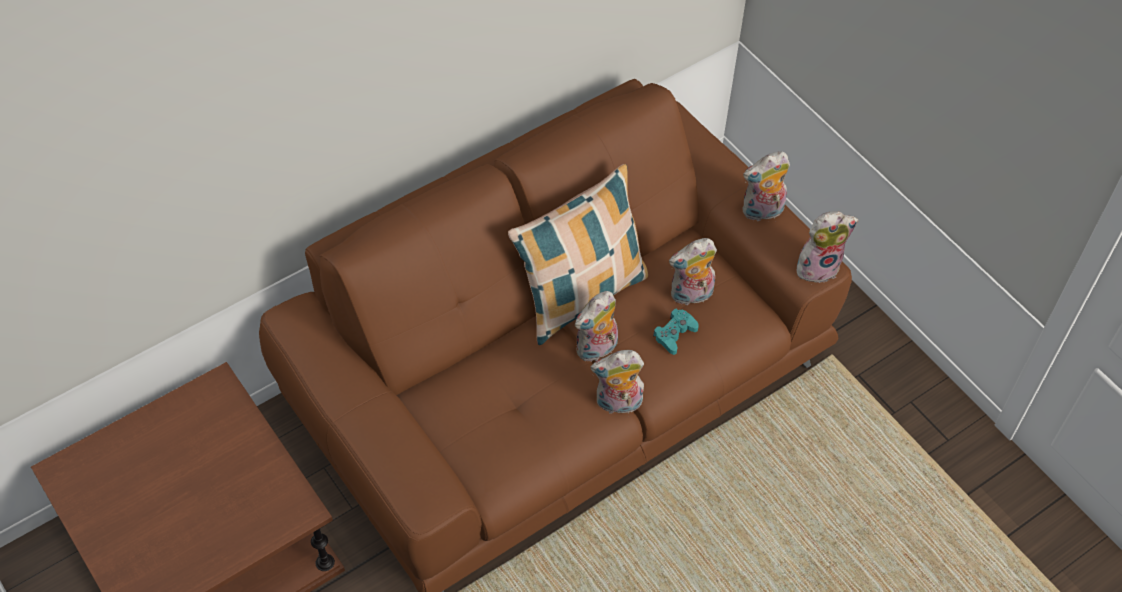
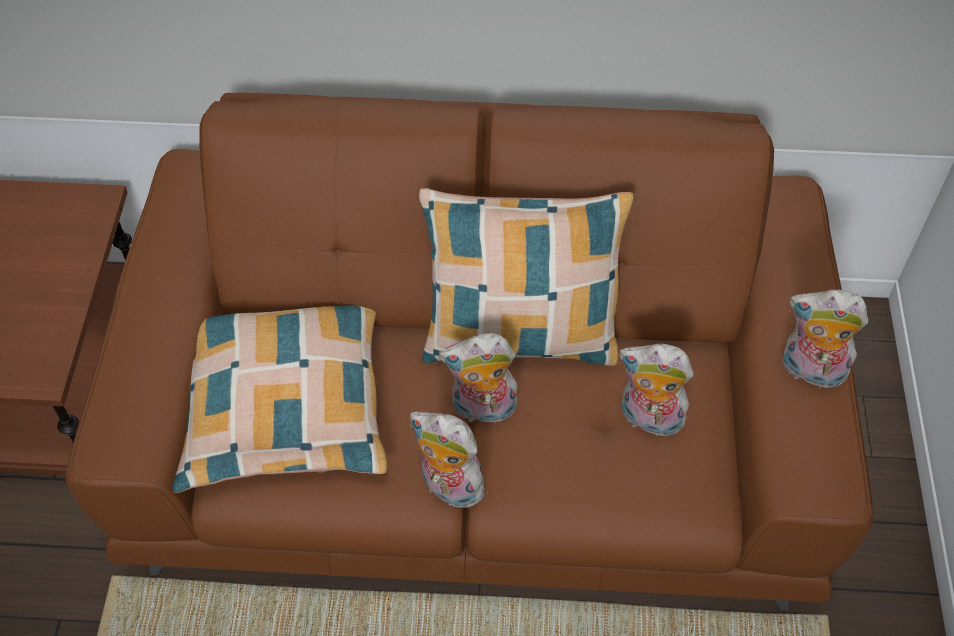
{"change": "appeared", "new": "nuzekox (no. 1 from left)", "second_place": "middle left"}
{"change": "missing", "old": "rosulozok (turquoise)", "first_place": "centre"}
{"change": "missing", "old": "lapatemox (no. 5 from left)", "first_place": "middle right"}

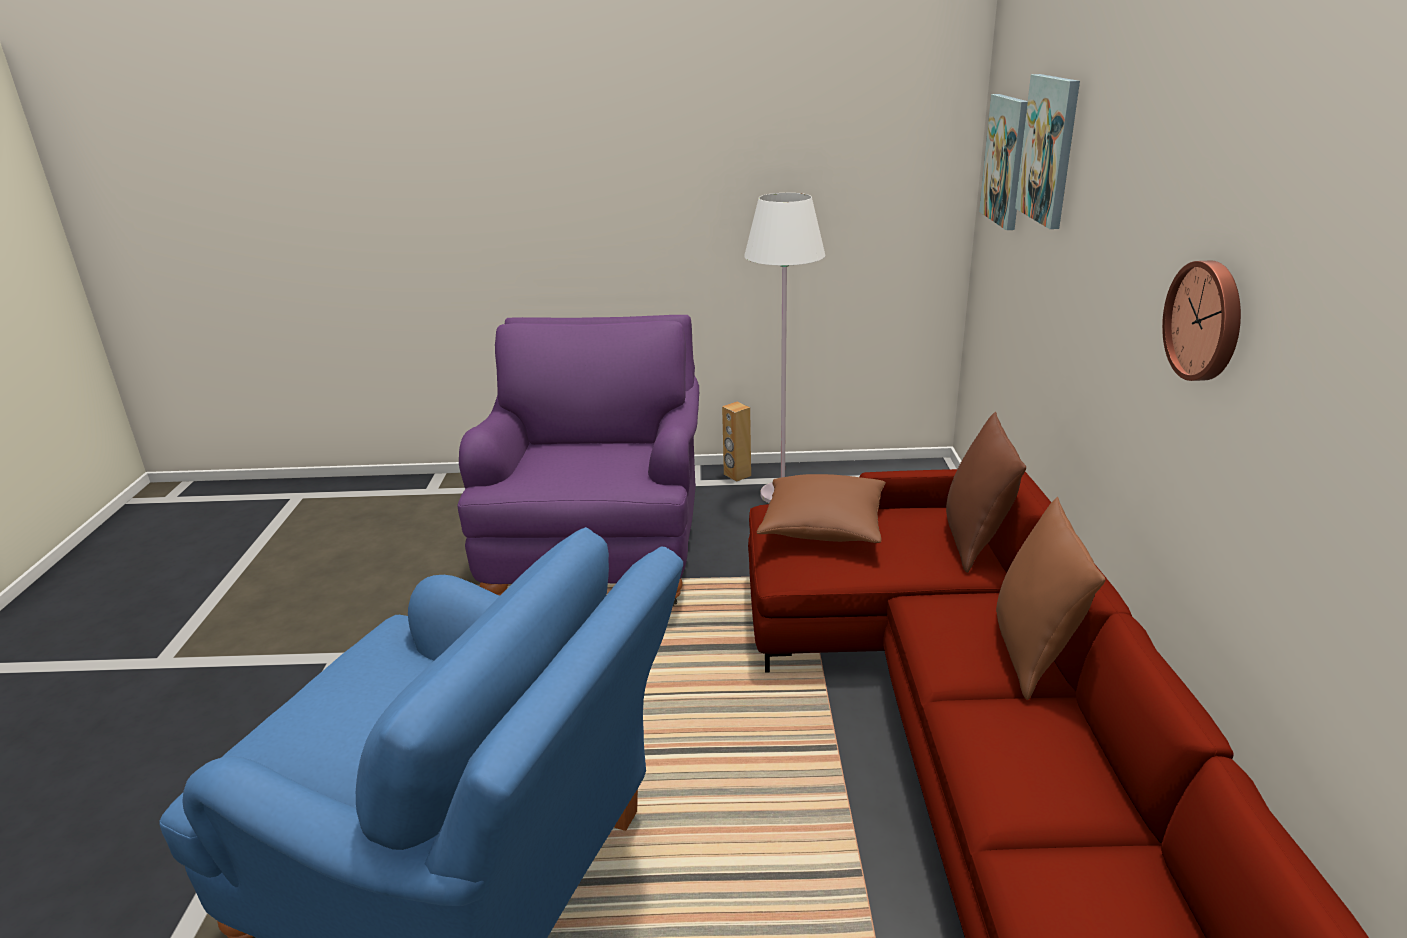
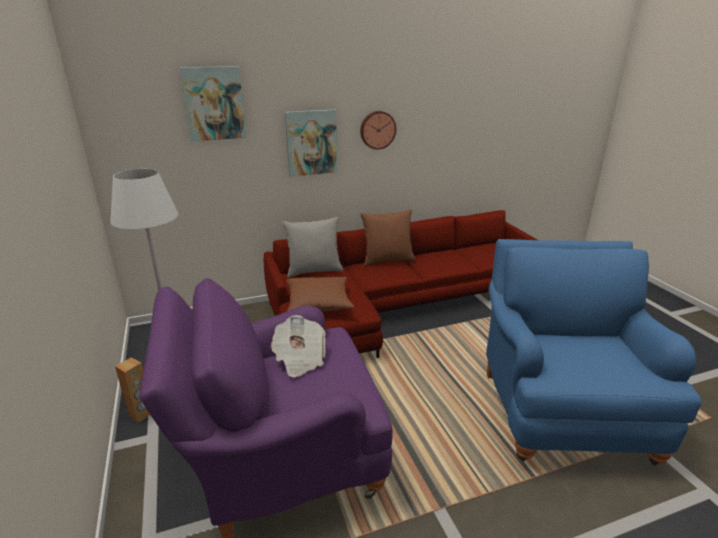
{"change": "appeared", "new": "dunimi", "second_place": "centre"}
{"change": "colour", "old": "nuzekox (brown) (no. 2 from left)", "new": "nuzekox (grey)", "first_place": "middle right", "second_place": "centre"}
{"change": "relocated", "old": "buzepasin (no. 1 from left in the first image)", "new": "buzepasin (no. 2 from left)", "first_place": "top right", "second_place": "top centre"}

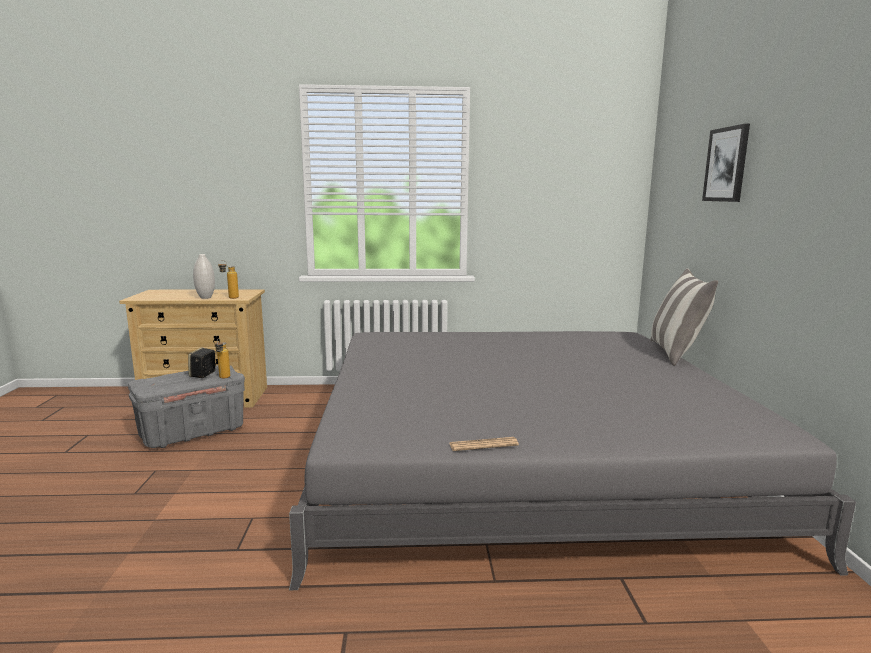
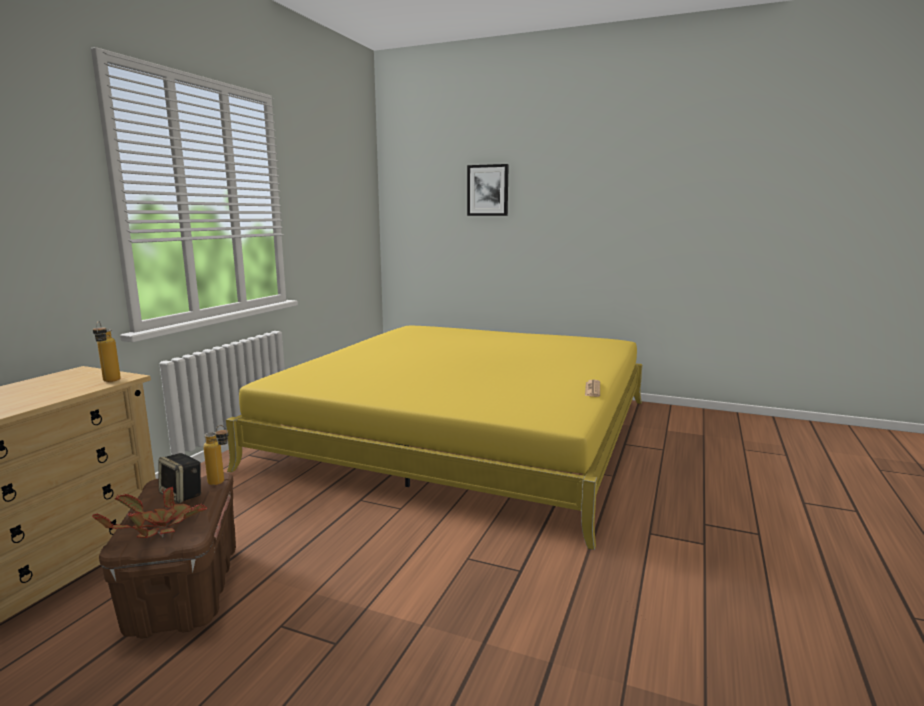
{"change": "appeared", "new": "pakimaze", "second_place": "bottom left"}
{"change": "colour", "old": "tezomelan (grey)", "new": "tezomelan (brown)", "first_place": "middle left", "second_place": "bottom left"}
{"change": "colour", "old": "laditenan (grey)", "new": "laditenan (yellow)", "first_place": "bottom centre", "second_place": "centre"}
{"change": "missing", "old": "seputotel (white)", "first_place": "middle left"}
{"change": "missing", "old": "nuzekox", "first_place": "middle right"}

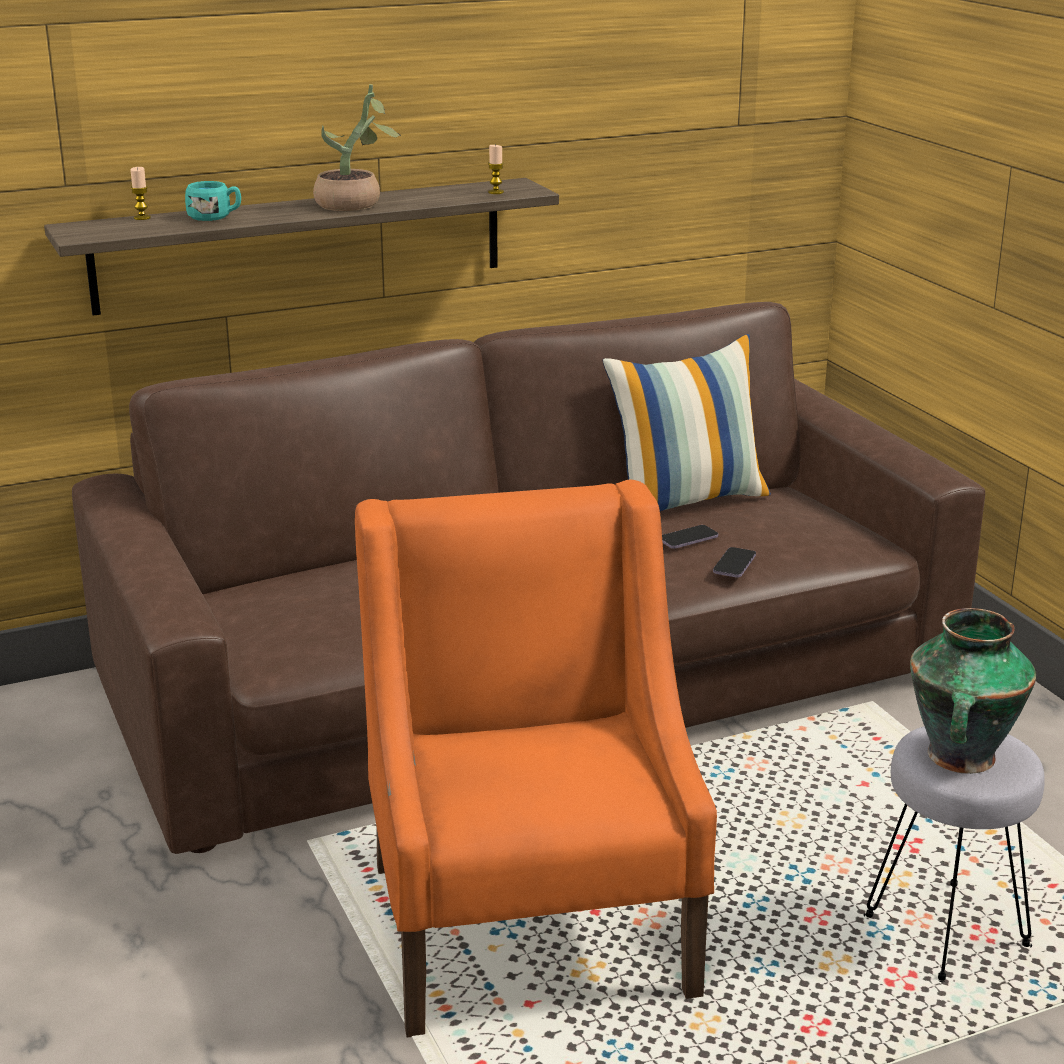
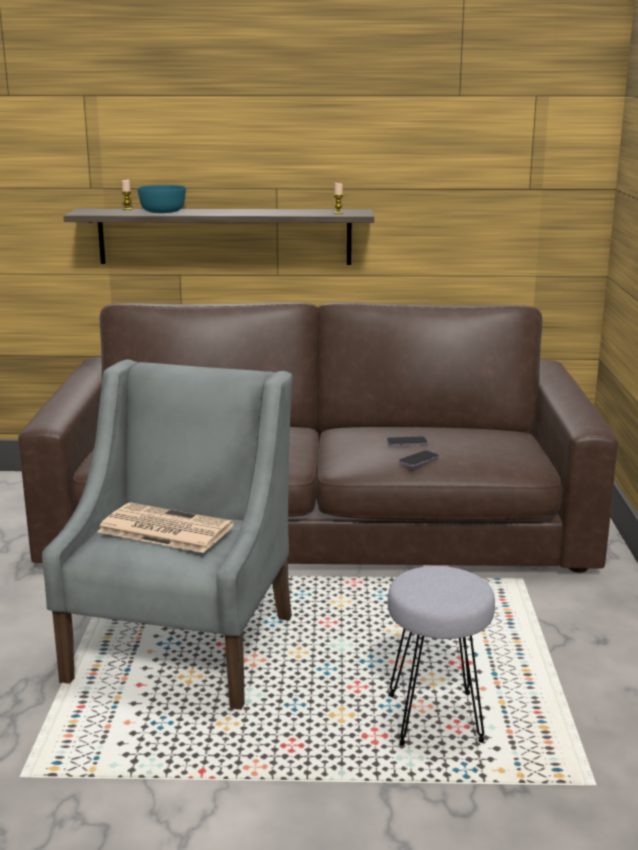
{"change": "colour", "old": "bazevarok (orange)", "new": "bazevarok (grey)", "first_place": "bottom centre", "second_place": "middle left"}
{"change": "appeared", "new": "dunimi", "second_place": "middle left"}
{"change": "exchanged", "old": "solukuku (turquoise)", "new": "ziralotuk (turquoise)", "first_place": "top left", "second_place": "top left"}
{"change": "missing", "old": "pakimaze", "first_place": "top centre"}
{"change": "missing", "old": "nuzekox", "first_place": "centre"}
{"change": "missing", "old": "seputotel", "first_place": "middle right"}

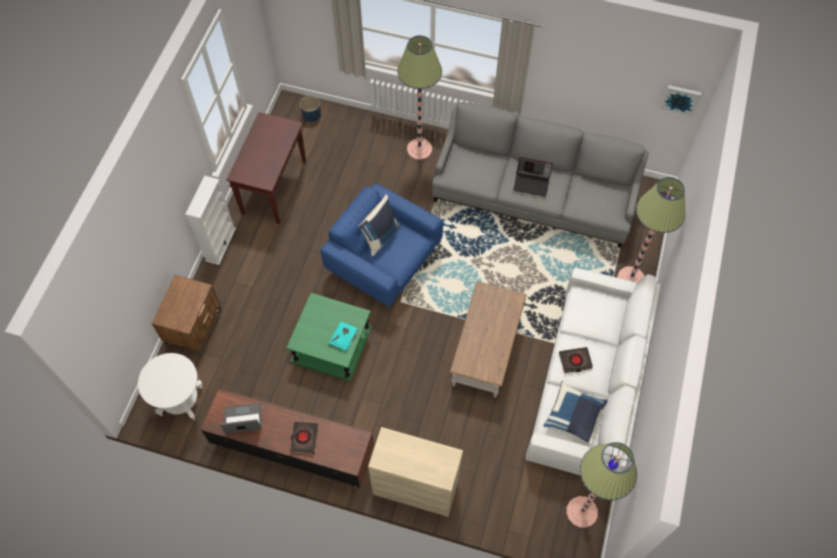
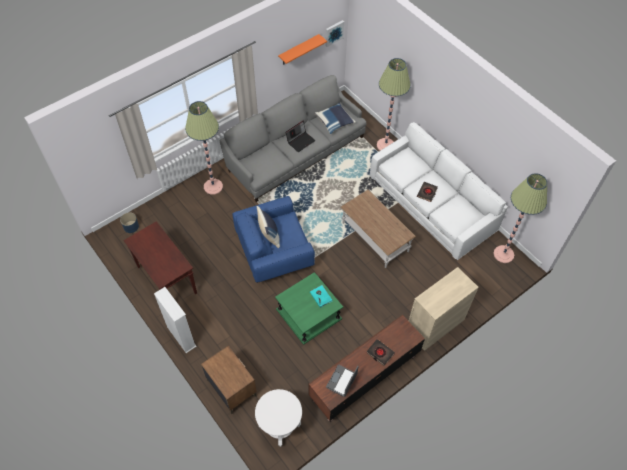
{"change": "appeared", "new": "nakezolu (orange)", "second_place": "top centre"}
{"change": "relocated", "old": "nuzekox (blue) (no. 2 from left)", "first_place": "bottom right", "second_place": "top centre"}

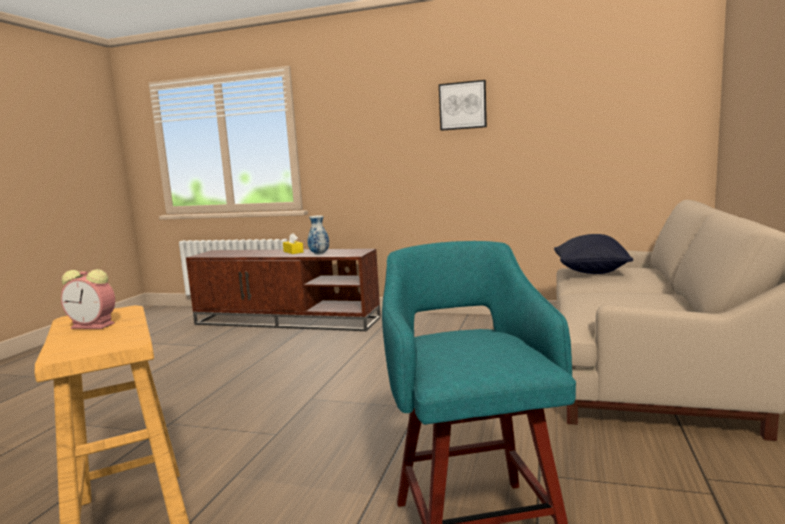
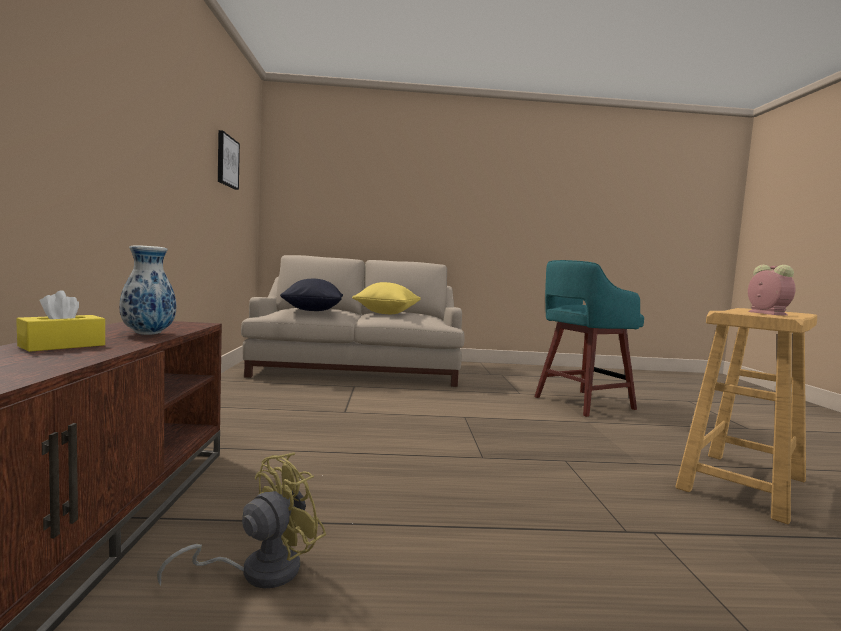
{"change": "appeared", "new": "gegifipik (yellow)", "second_place": "bottom left"}
{"change": "relocated", "old": "buzepasin", "first_place": "top centre", "second_place": "top left"}
{"change": "appeared", "new": "nuzekox (yellow)", "second_place": "centre"}

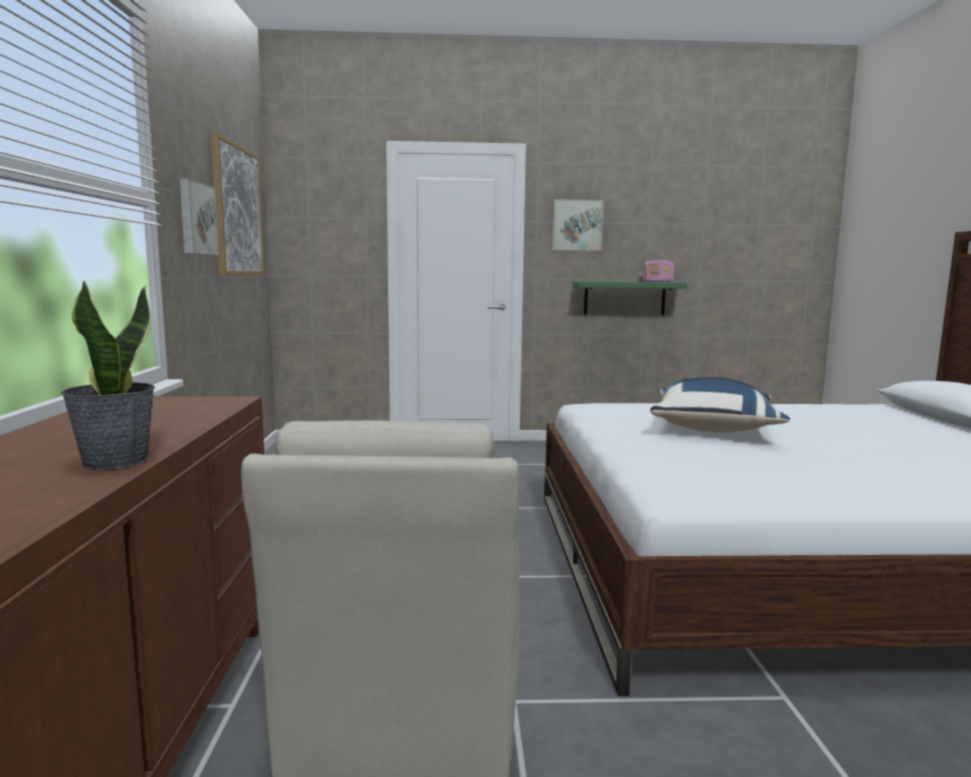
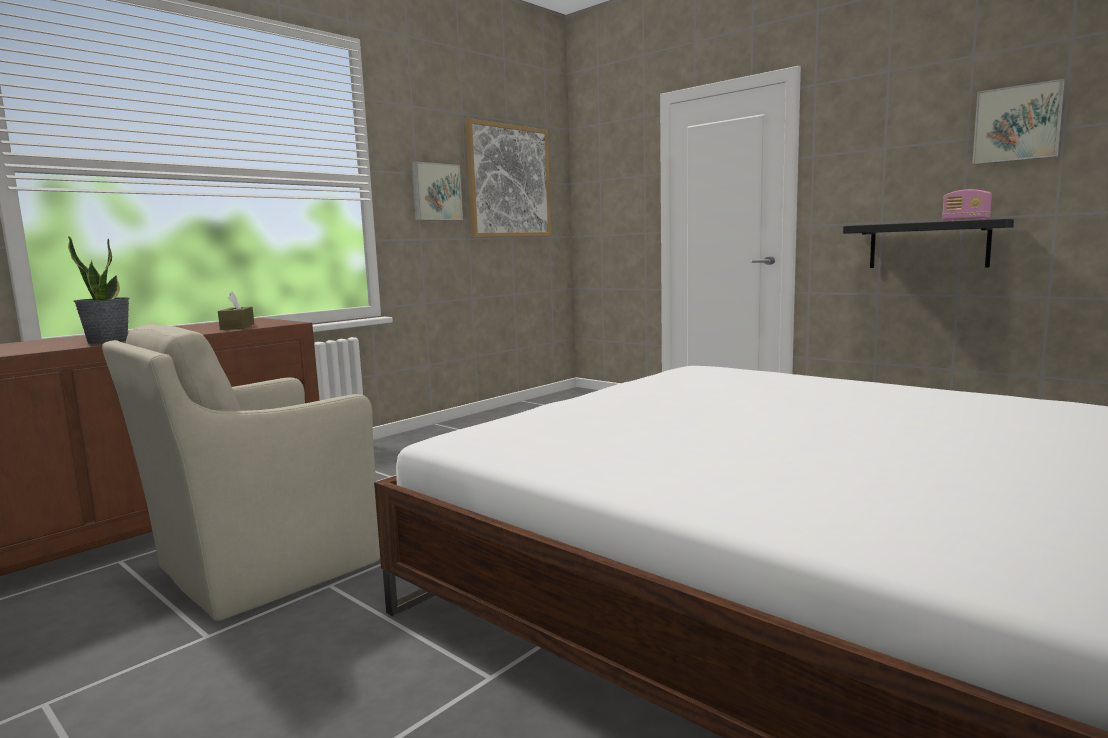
{"change": "appeared", "new": "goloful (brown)", "second_place": "middle left"}
{"change": "colour", "old": "nakezolu (green)", "new": "nakezolu (black)", "first_place": "centre", "second_place": "top right"}
{"change": "relocated", "old": "buzepasin (no. 3 from left)", "first_place": "top centre", "second_place": "top right"}
{"change": "missing", "old": "nuzekox (blue)", "first_place": "middle right"}

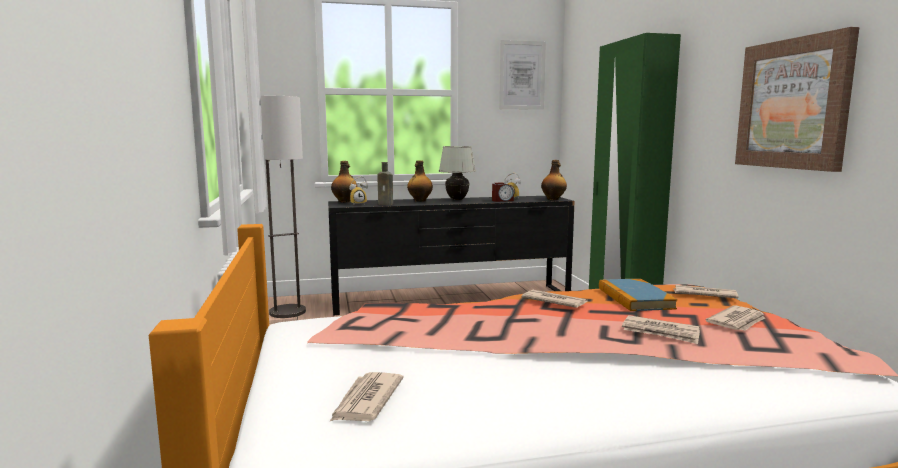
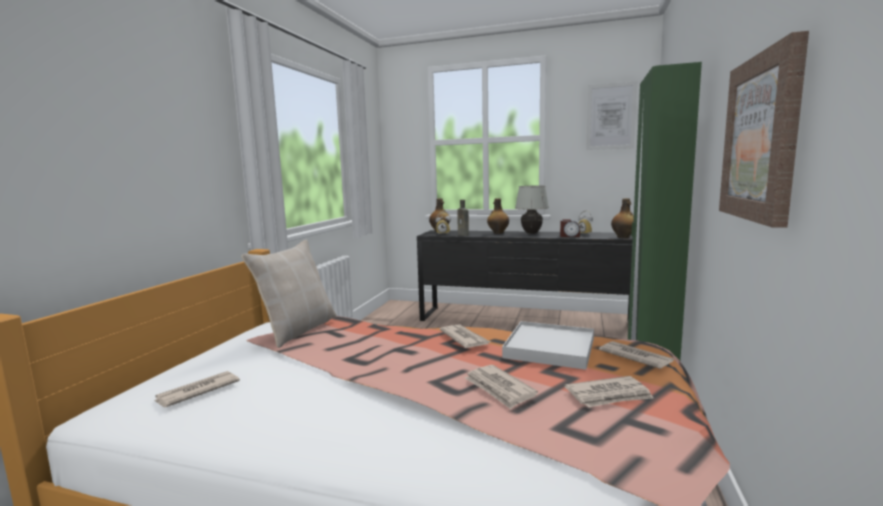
{"change": "appeared", "new": "nuzekox (beige)", "second_place": "middle left"}
{"change": "exchanged", "old": "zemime", "new": "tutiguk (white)", "first_place": "middle right", "second_place": "bottom centre"}
{"change": "missing", "old": "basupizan", "first_place": "middle left"}

